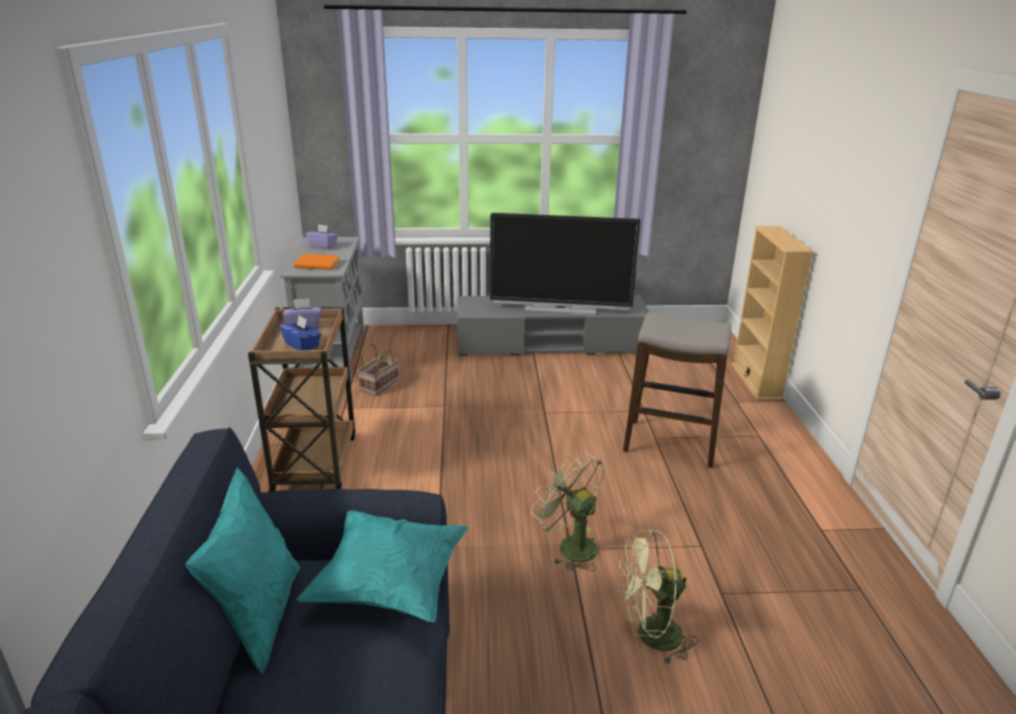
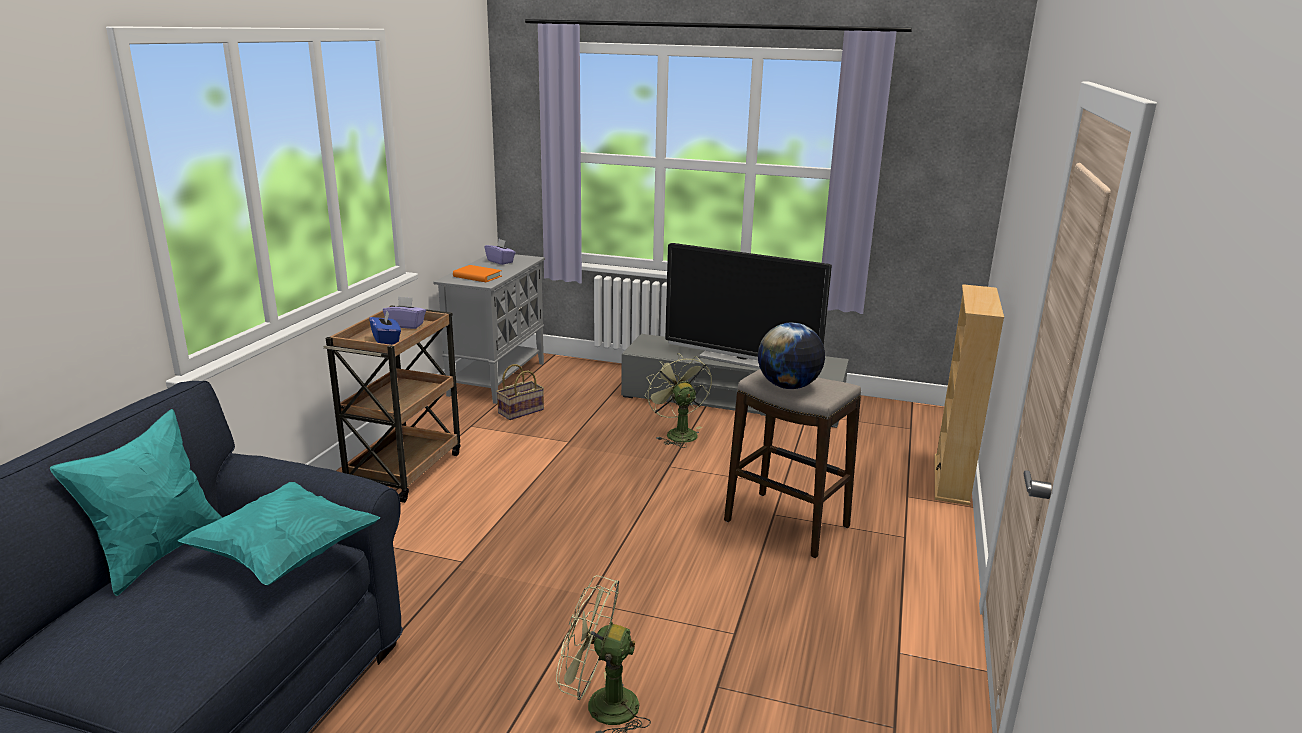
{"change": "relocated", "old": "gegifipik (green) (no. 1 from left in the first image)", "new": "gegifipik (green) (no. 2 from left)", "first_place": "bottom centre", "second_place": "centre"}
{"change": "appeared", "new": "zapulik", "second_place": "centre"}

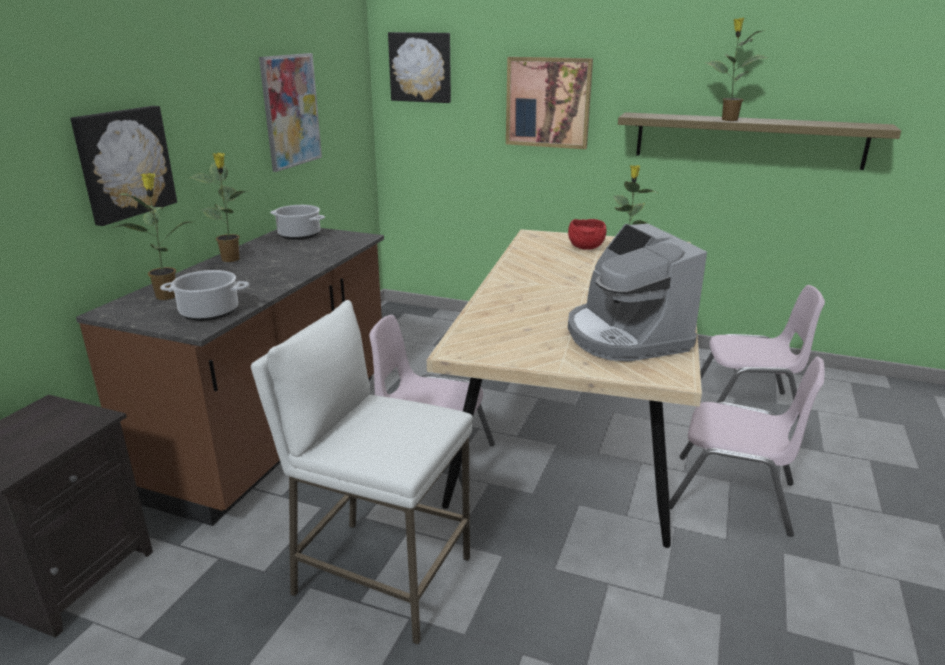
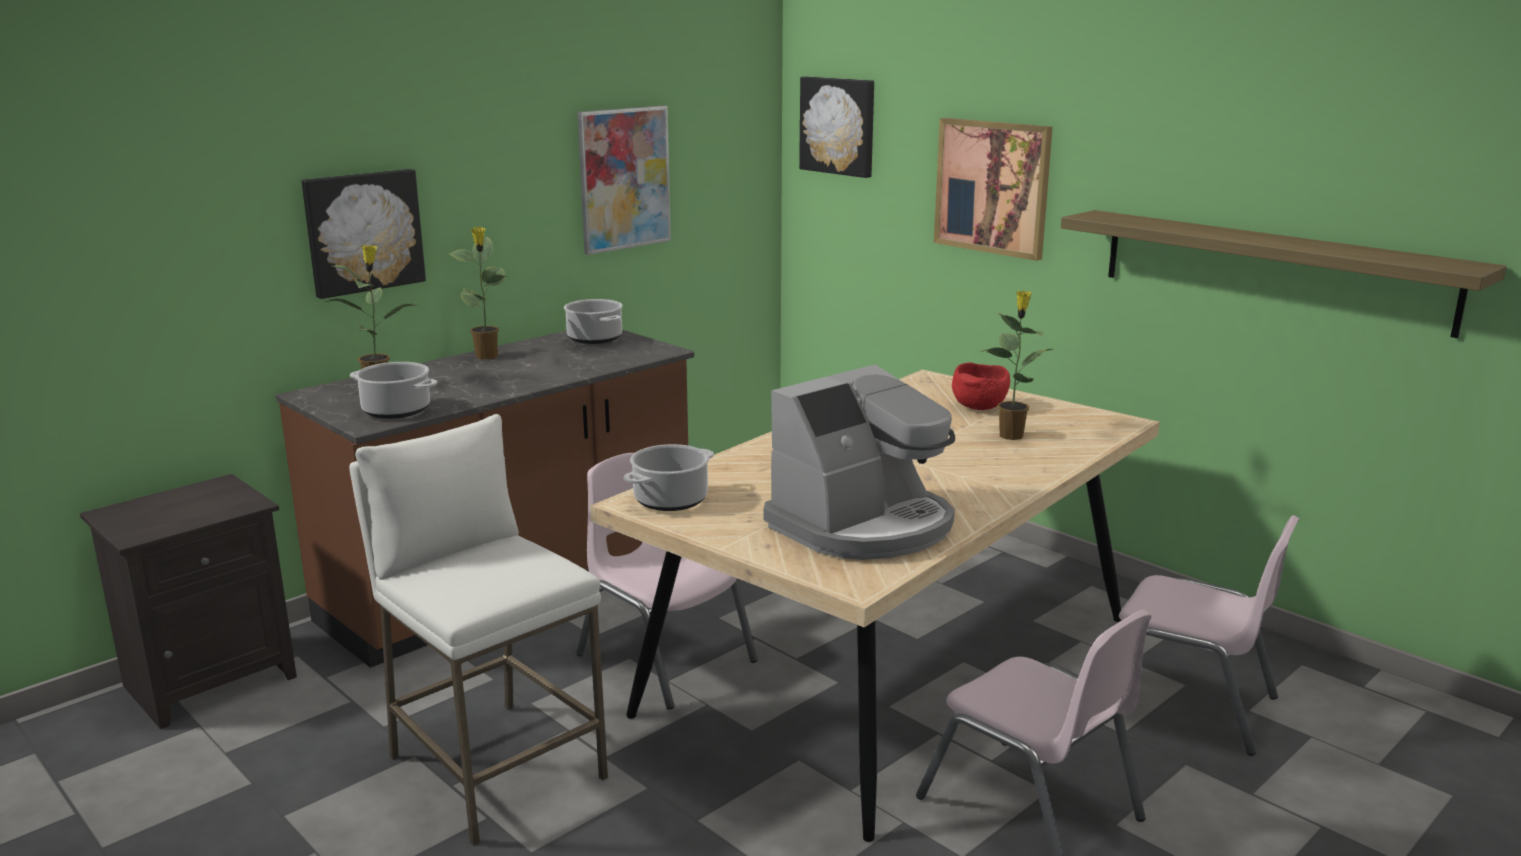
{"change": "appeared", "new": "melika (no. 3 from left)", "second_place": "centre"}
{"change": "spun", "old": "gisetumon", "first_place": "middle right", "second_place": "centre", "degrees": -135}
{"change": "missing", "old": "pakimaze (no. 4 from left)", "first_place": "top right"}

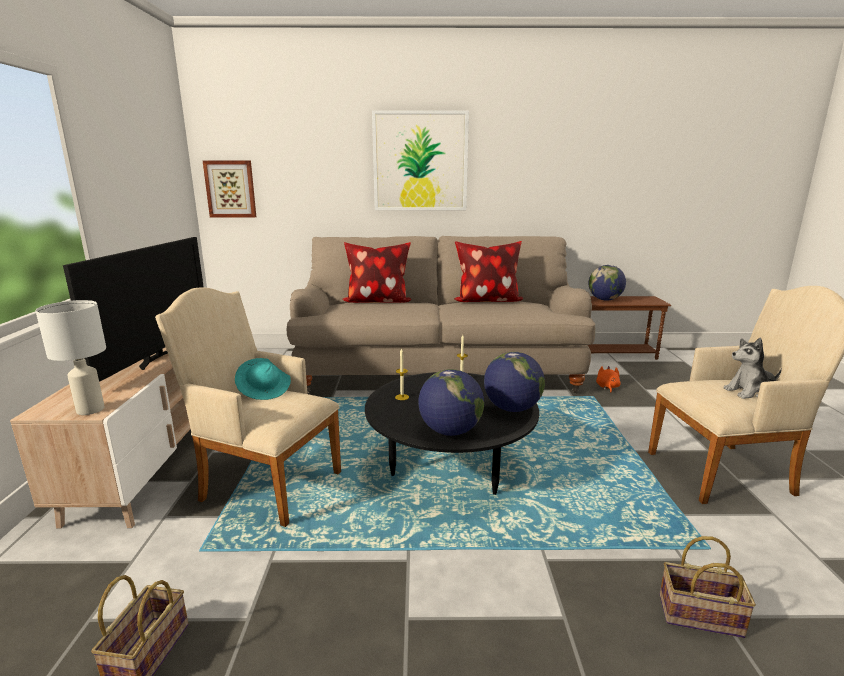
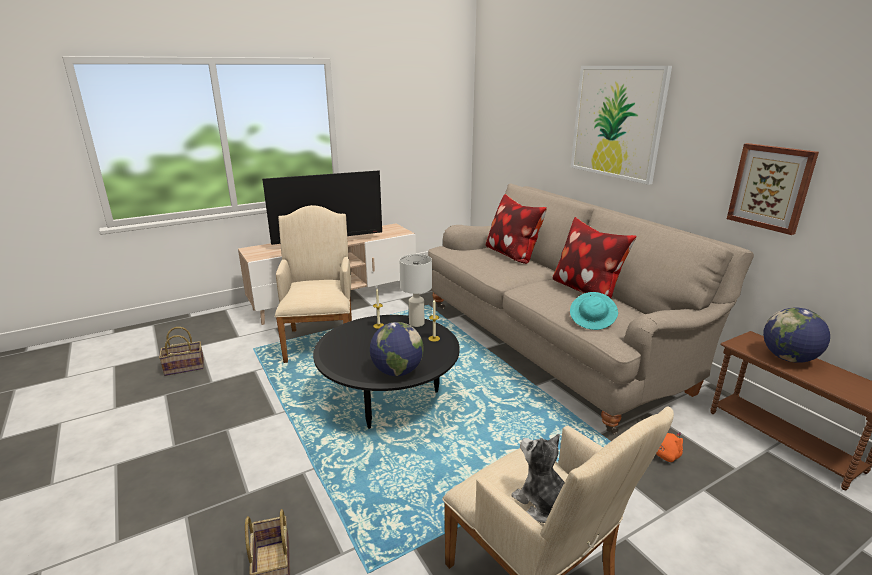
{"change": "relocated", "old": "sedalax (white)", "first_place": "middle left", "second_place": "centre"}
{"change": "relocated", "old": "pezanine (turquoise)", "first_place": "middle left", "second_place": "middle right"}
{"change": "relocated", "old": "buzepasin (no. 1 from left in the first image)", "new": "buzepasin (no. 2 from left)", "first_place": "top left", "second_place": "top right"}
{"change": "missing", "old": "zapulik (no. 1 from left)", "first_place": "centre"}

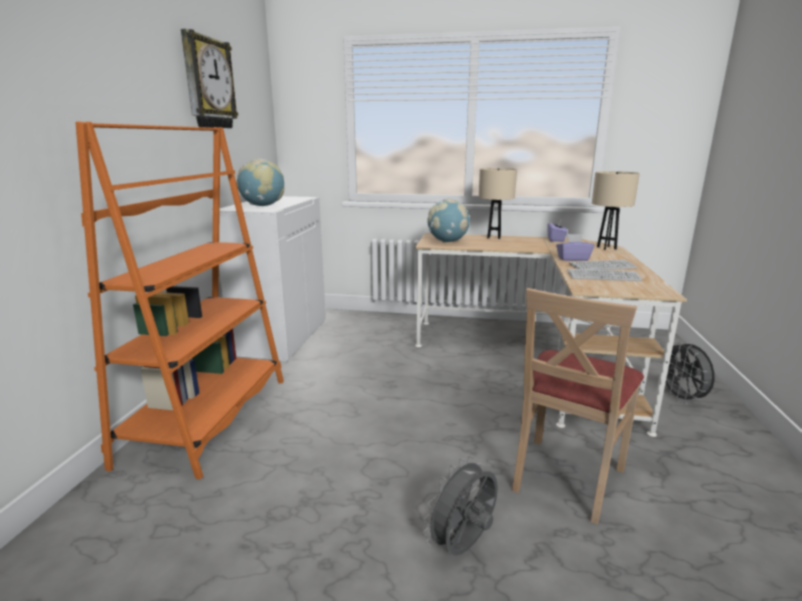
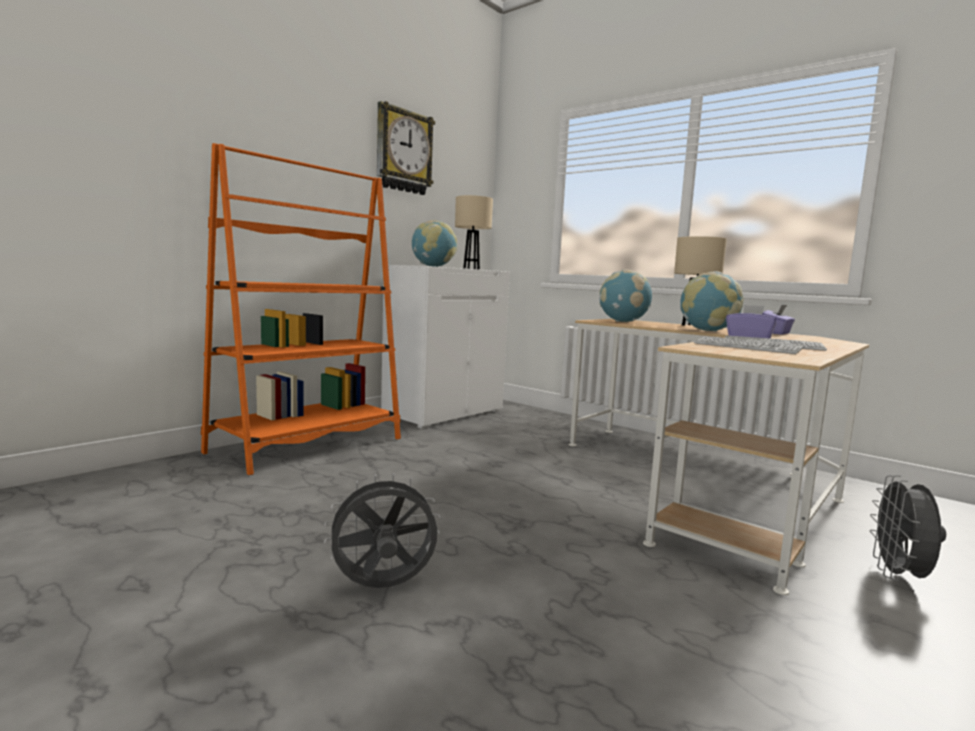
{"change": "relocated", "old": "sedalax (beige) (no. 2 from left in the first image)", "new": "sedalax (beige) (no. 1 from left)", "first_place": "middle right", "second_place": "top centre"}
{"change": "appeared", "new": "zapulik (no. 3 from left)", "second_place": "middle right"}
{"change": "missing", "old": "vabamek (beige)", "first_place": "bottom right"}

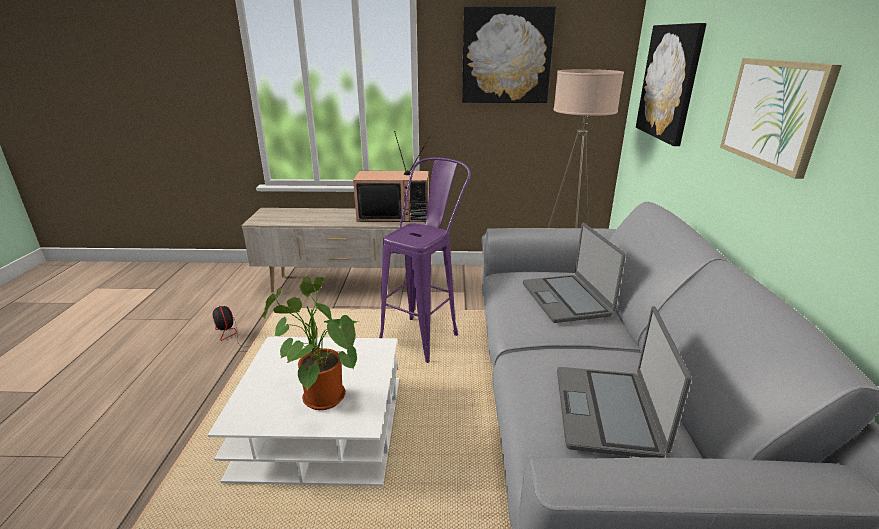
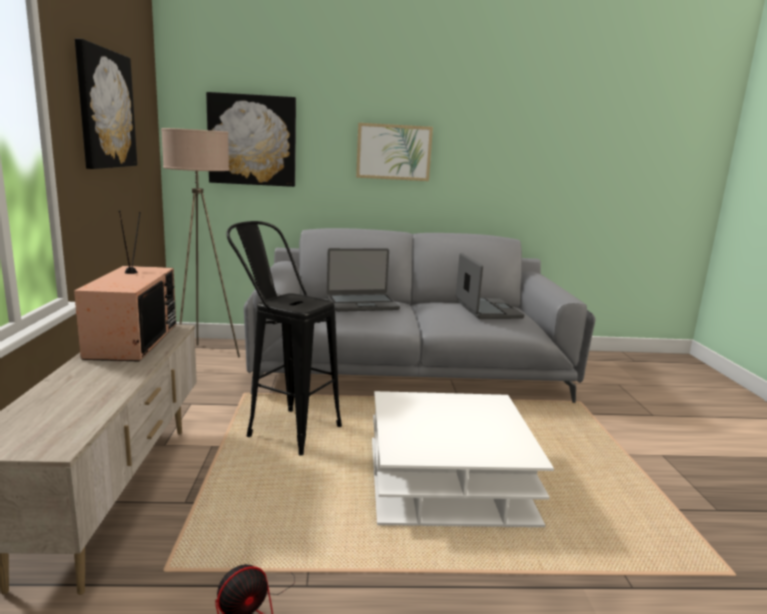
{"change": "colour", "old": "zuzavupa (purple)", "new": "zuzavupa (black)", "first_place": "centre", "second_place": "centre"}
{"change": "spun", "old": "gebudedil (no. 2 from left)", "first_place": "bottom right", "second_place": "centre", "degrees": -105}
{"change": "missing", "old": "pakimaze", "first_place": "centre"}

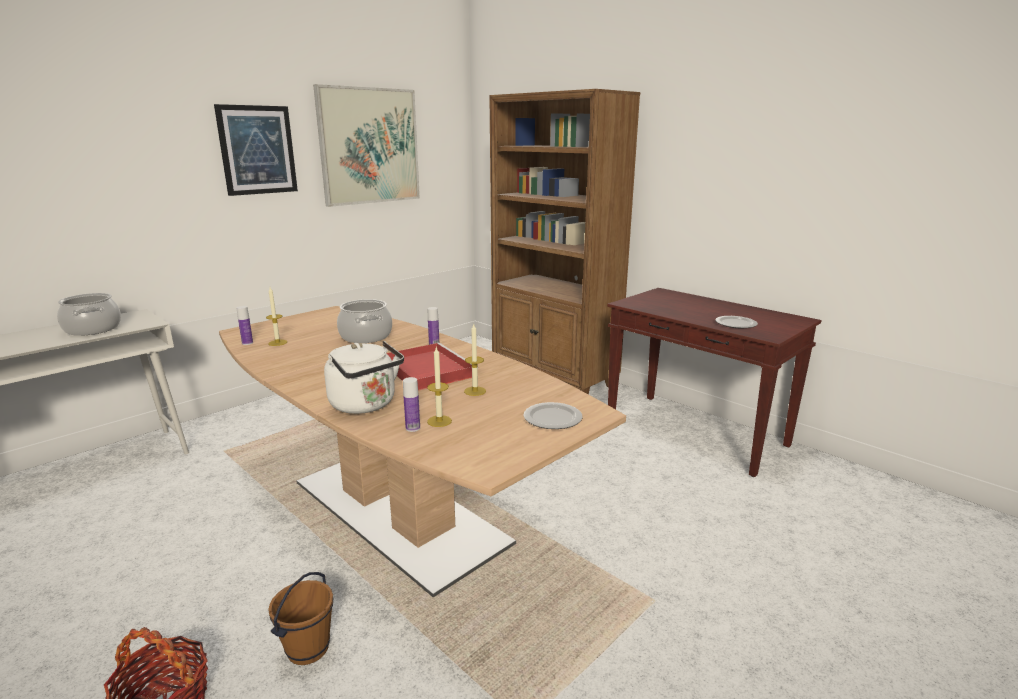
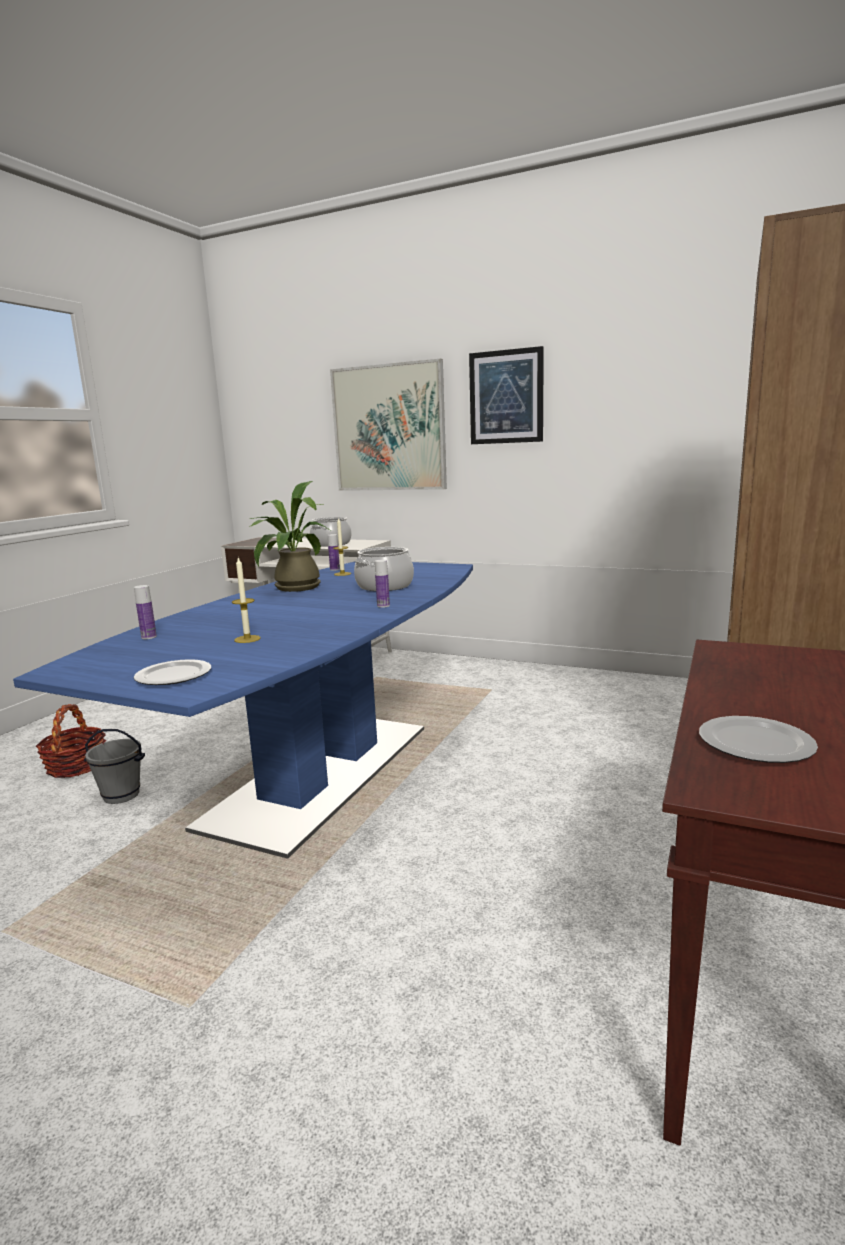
{"change": "colour", "old": "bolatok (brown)", "new": "bolatok (blue)", "first_place": "centre", "second_place": "middle left"}
{"change": "colour", "old": "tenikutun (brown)", "new": "tenikutun (grey)", "first_place": "bottom left", "second_place": "middle left"}
{"change": "appeared", "new": "pakimaze", "second_place": "centre"}
{"change": "relocated", "old": "buzepasin (no. 2 from left in the first image)", "new": "buzepasin (no. 1 from left)", "first_place": "top centre", "second_place": "centre"}
{"change": "missing", "old": "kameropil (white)", "first_place": "centre"}
{"change": "missing", "old": "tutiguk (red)", "first_place": "centre"}
{"change": "missing", "old": "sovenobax (no. 2 from left)", "first_place": "centre"}

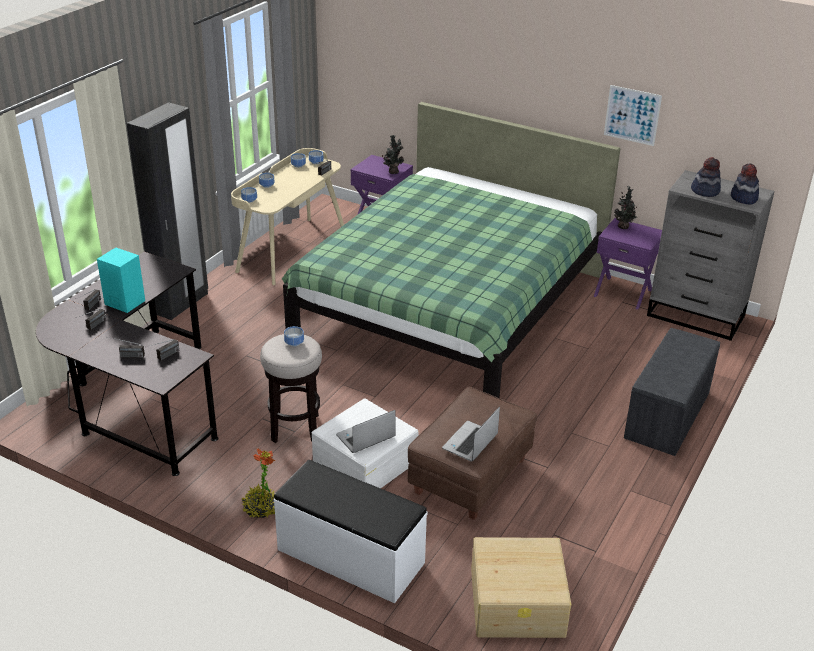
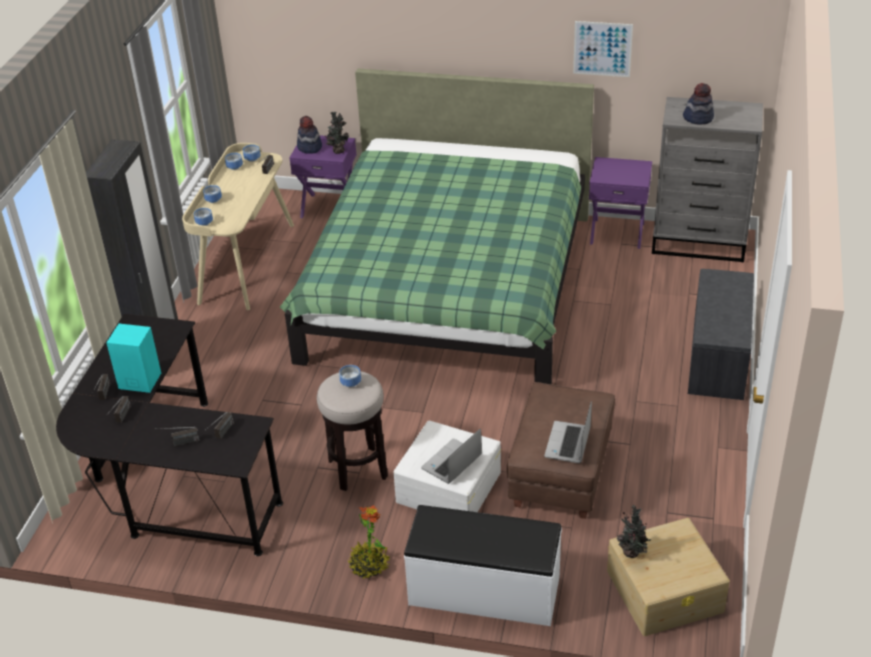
{"change": "relocated", "old": "pezanine (no. 2 from left in the first image)", "new": "pezanine (no. 1 from left)", "first_place": "top right", "second_place": "top centre"}
{"change": "relocated", "old": "pakimaze (no. 3 from left)", "first_place": "top right", "second_place": "bottom right"}

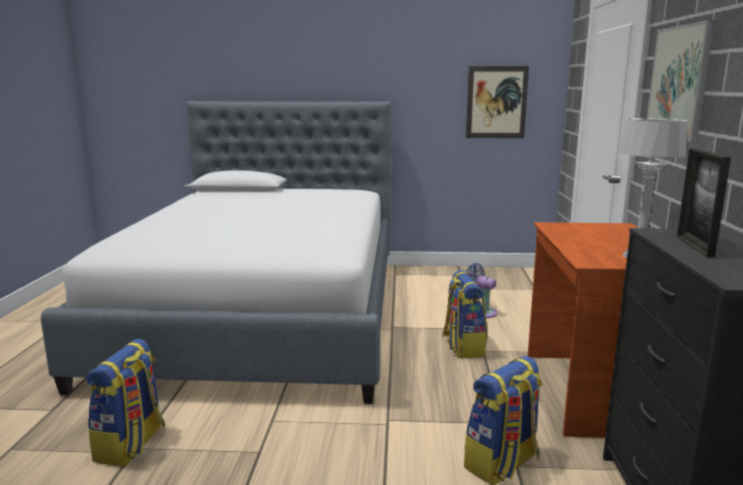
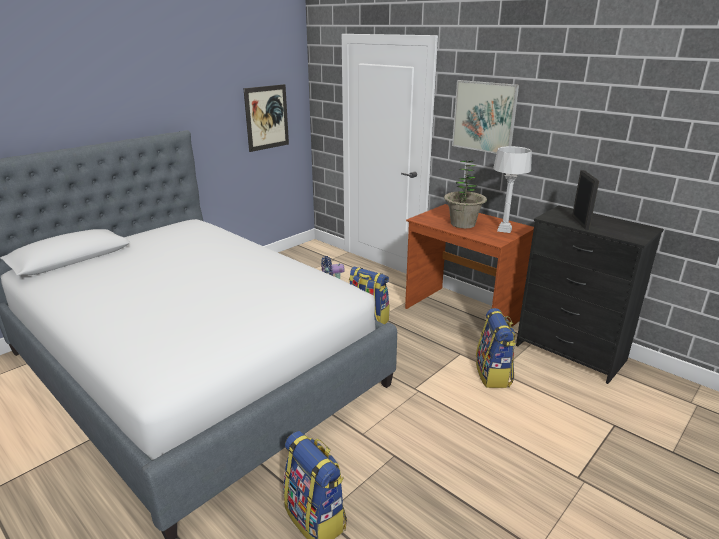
{"change": "appeared", "new": "pakimaze", "second_place": "centre"}
{"change": "spun", "old": "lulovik", "first_place": "middle right", "second_place": "middle right", "degrees": -135}

